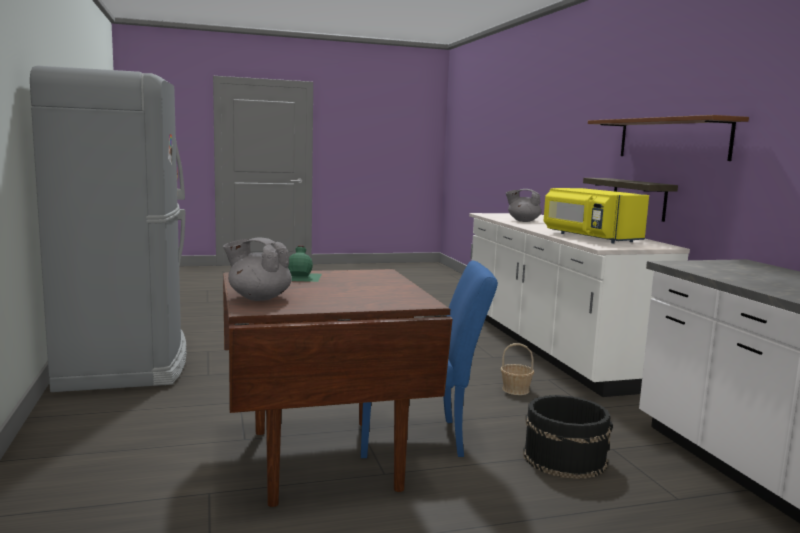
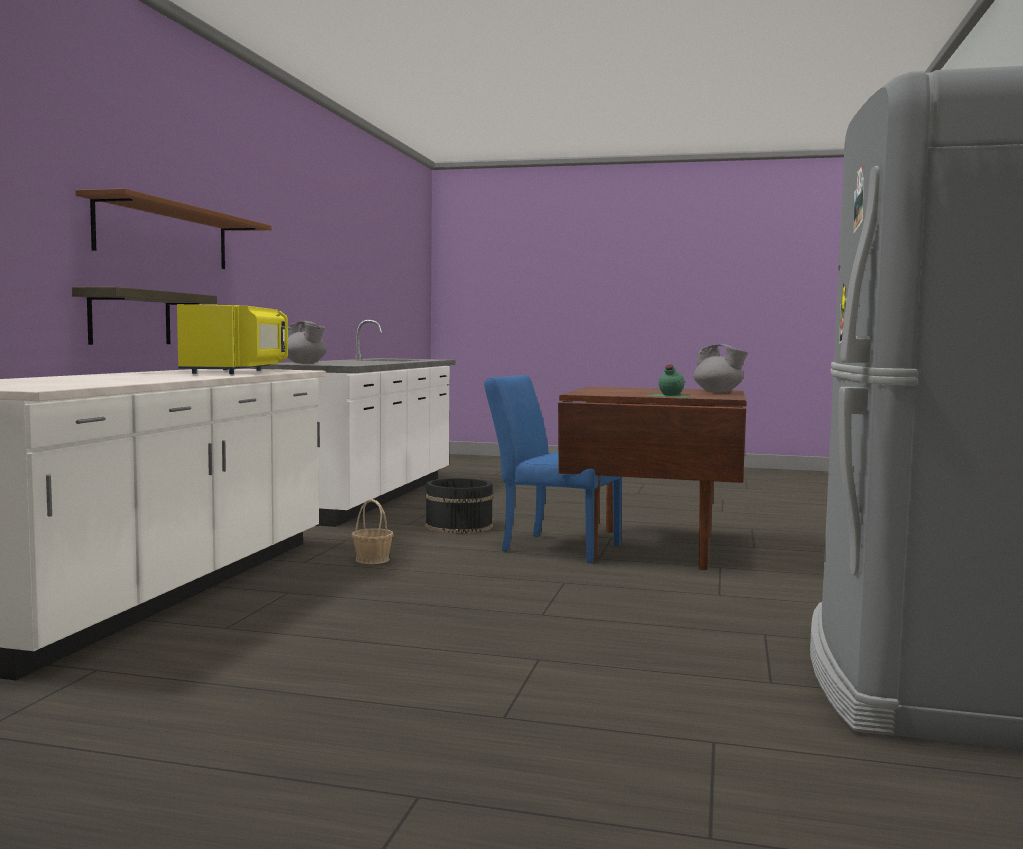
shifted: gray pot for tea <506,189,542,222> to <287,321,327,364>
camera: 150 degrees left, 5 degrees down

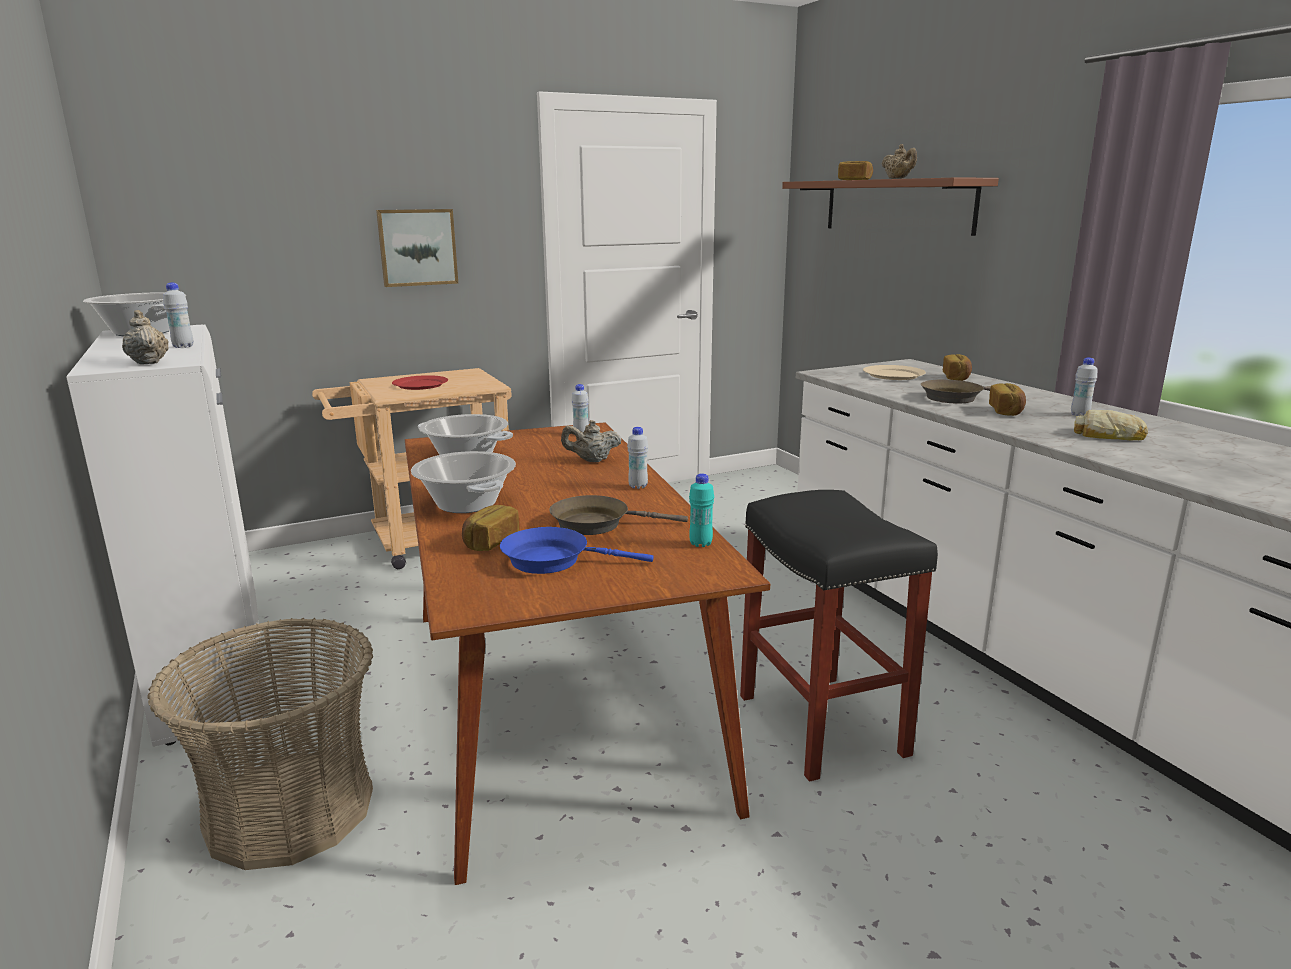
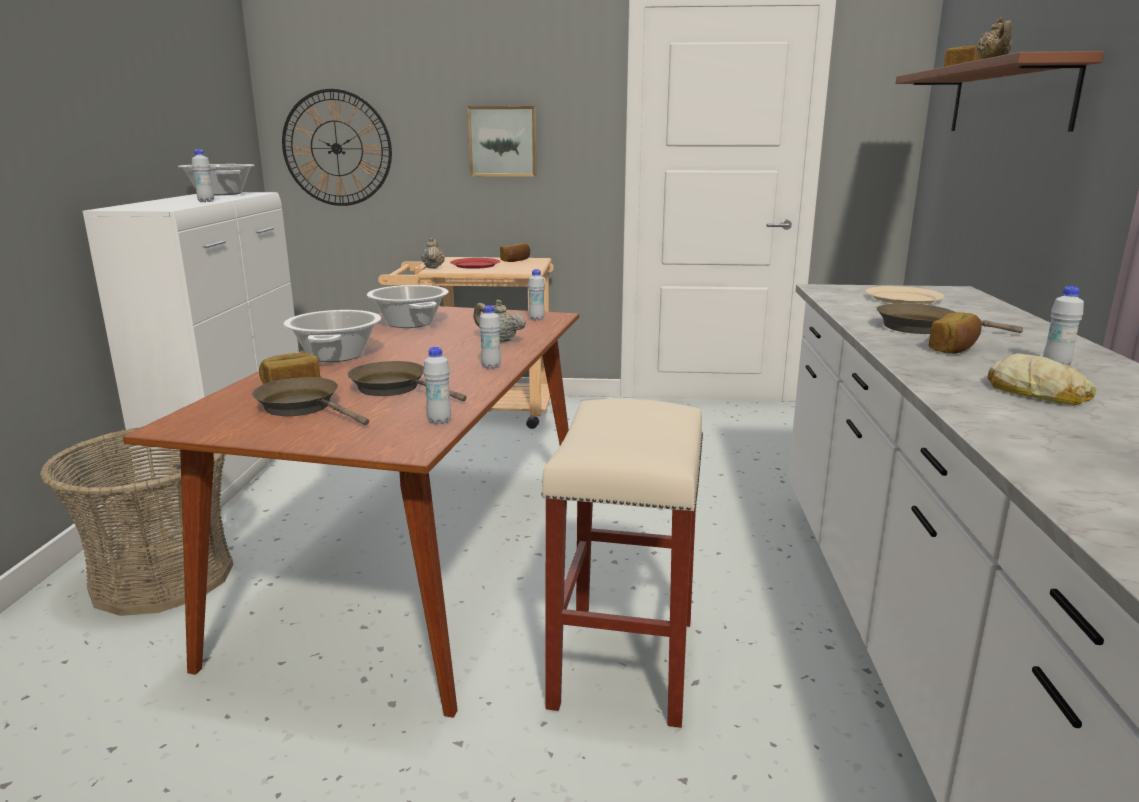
new: wall clock <282,89,392,206>
shifted: beige pot for tea <122,310,169,364> to <421,237,445,269>; bread <943,354,972,381> to <500,243,530,262>
repainted: blue pan <500,527,654,574> to brownish pan <252,377,369,425>; blue-green drink bottle <689,473,714,547> to white-coloured drink bottle <423,347,451,424>; black stool seat <740,490,938,782> to beige stool seat <541,399,703,728>
camera: 30 degrees right, 0 degrees up

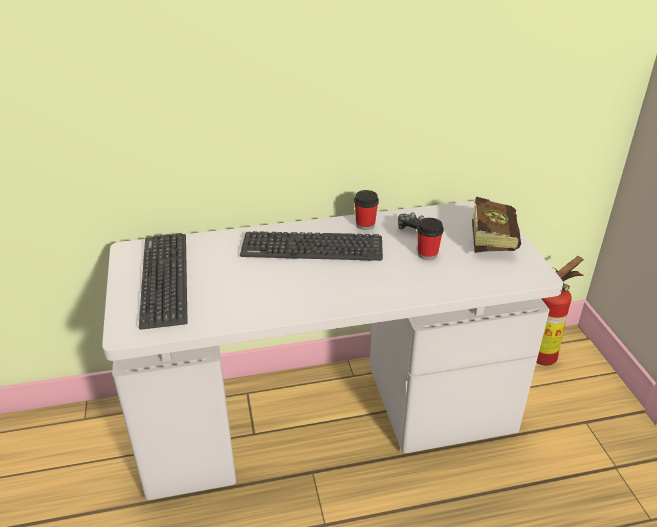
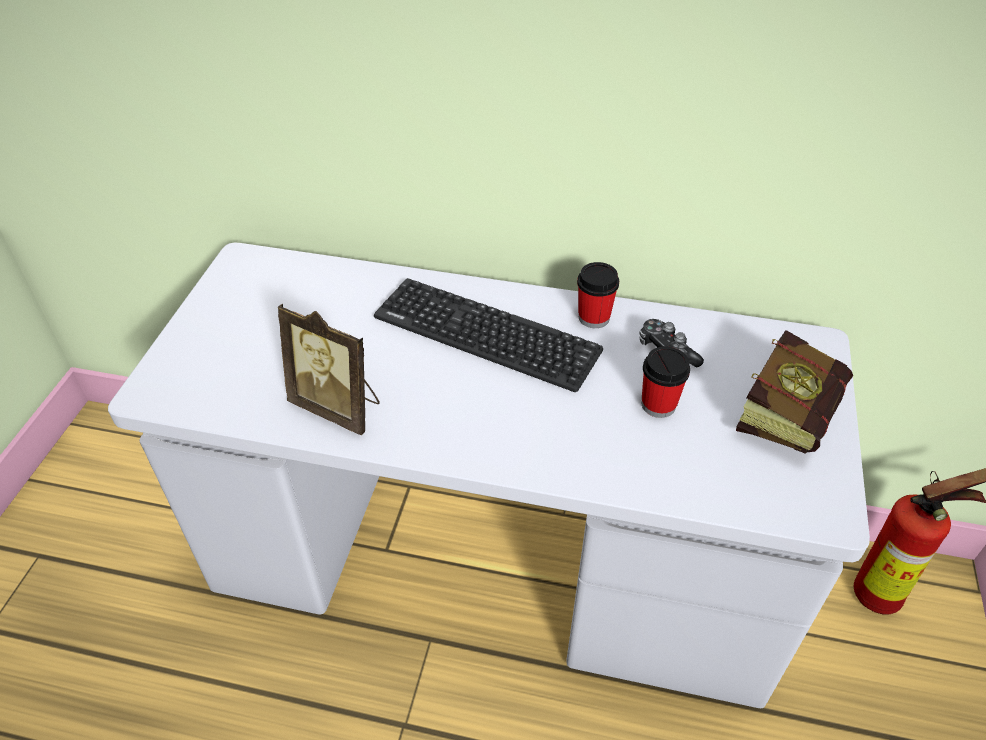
gone: PC keyboard <139,233,188,330>
new: standing frame <278,304,380,435>
camera: 25 degrees right, 10 degrees up

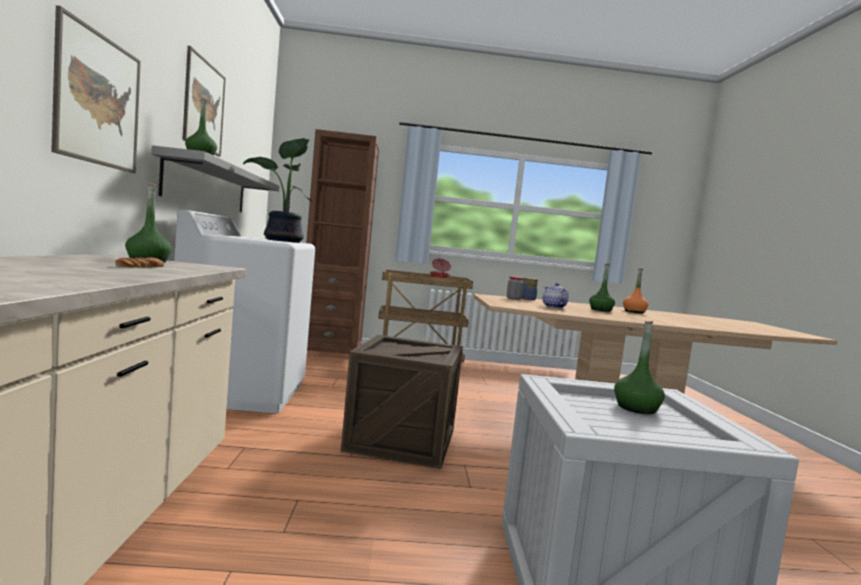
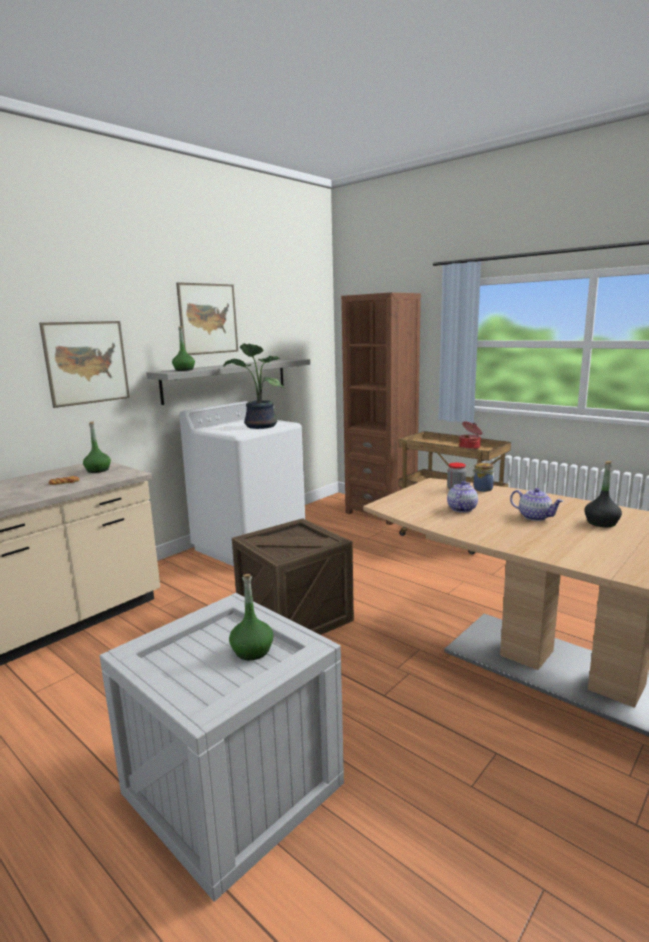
swapped: green drink bottle <589,264,615,312> to pot for tea <510,488,563,521>
repainted: orange-coloured drink bottle <623,267,649,314> to black drink bottle <584,461,622,527>
camera: 45 degrees right, 10 degrees up

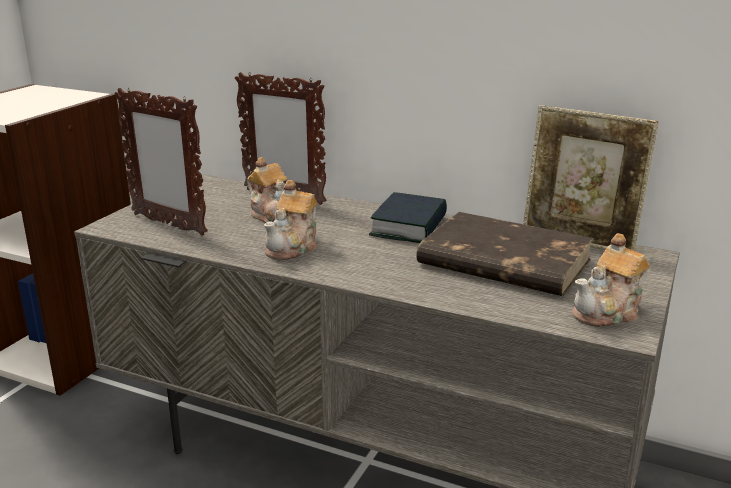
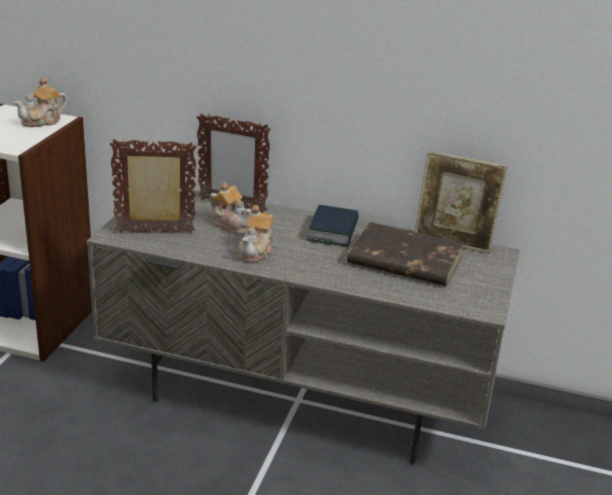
shifted: pot for tea <572,233,650,327> to <14,77,67,127>
rotated: standing frame <115,88,208,236> = <110,139,197,234> 150 degrees clockwise
camera: 10 degrees left, 5 degrees up

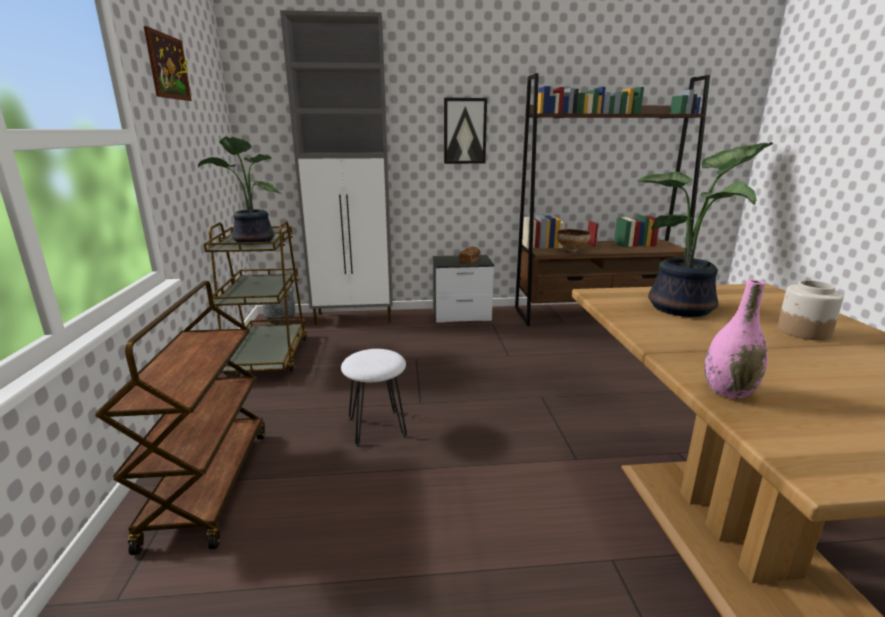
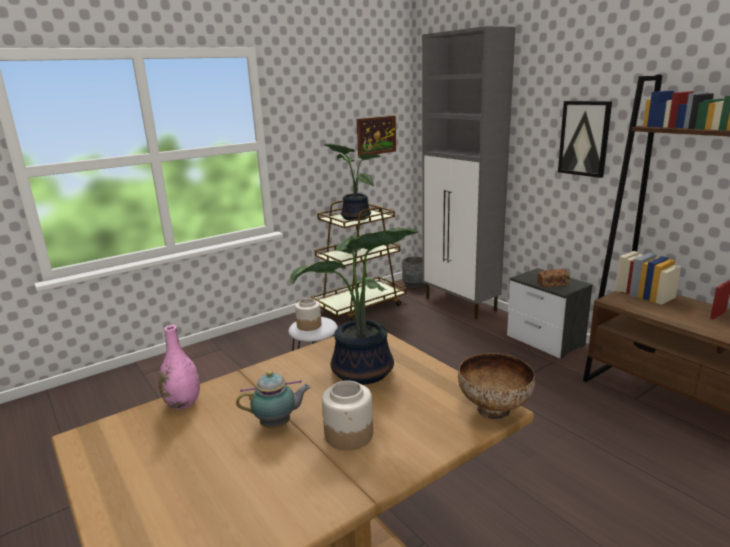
gone: brownish cart <95,281,265,555>
new: pot for tea <236,370,311,428>; preserve jar <295,298,321,331>
shifted: wall art <144,26,192,101> to <357,116,396,157>; bowl <557,229,591,254> to <458,353,535,419>
camera: 60 degrees right, 0 degrees up

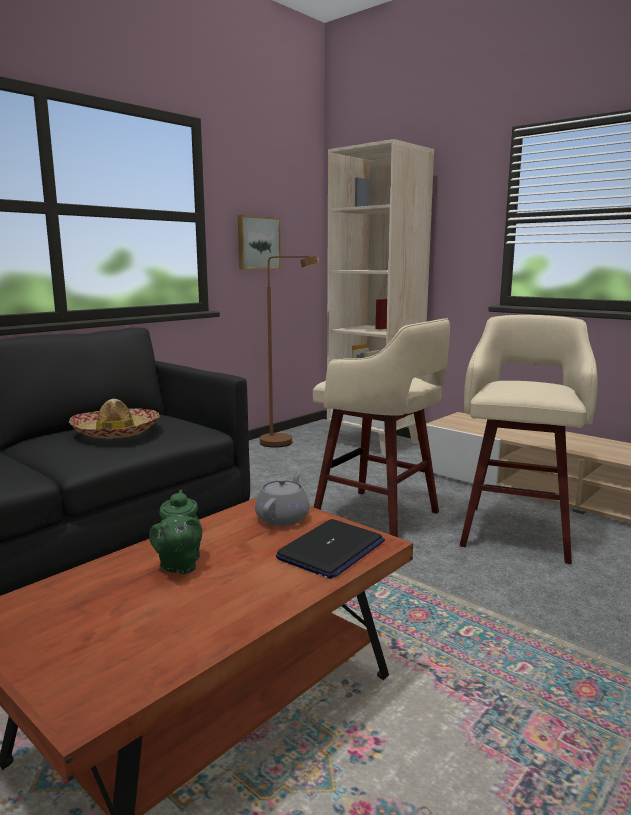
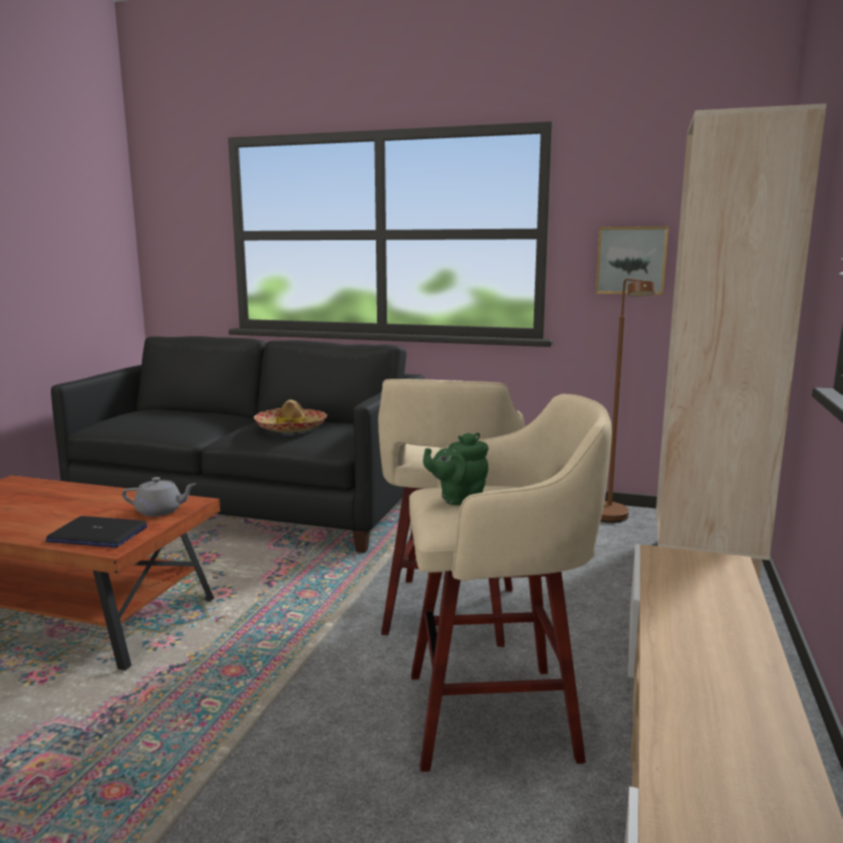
shifted: green pot for tea <149,490,202,574> to <423,433,488,505>
camera: 65 degrees right, 0 degrees up

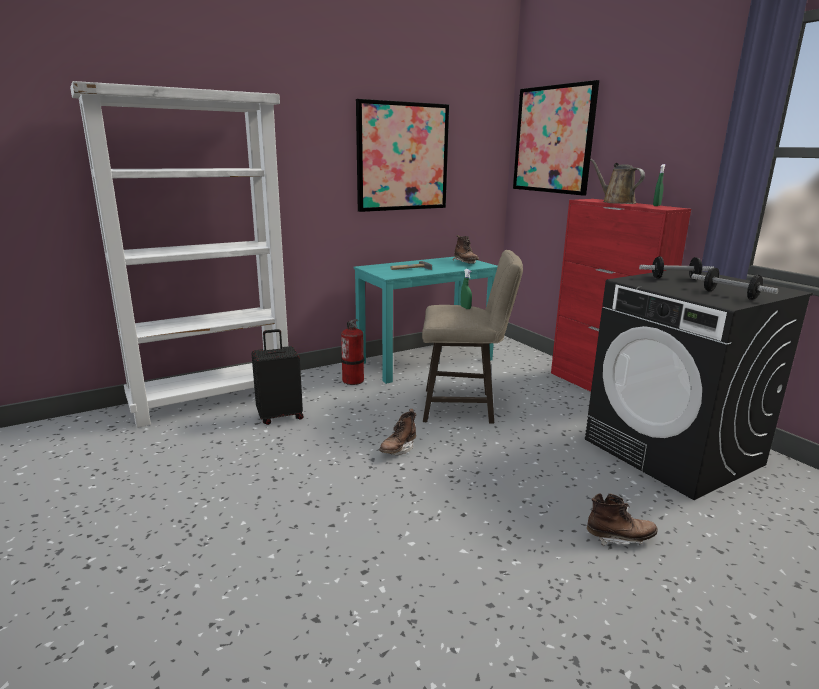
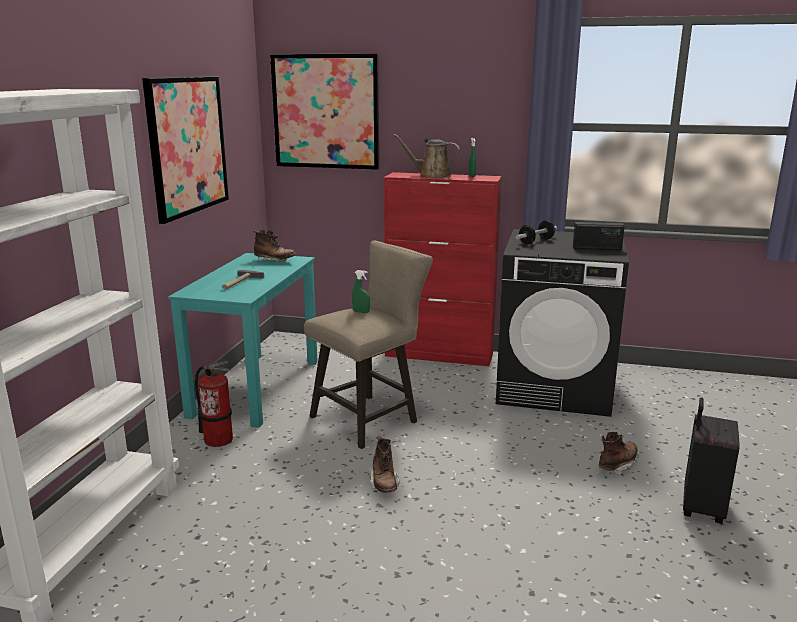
shifted: black piece of luggage <252,329,304,425> to <683,398,740,524>
swapped: dumbbell <692,268,779,300> to radio <573,222,625,250>
camera: 45 degrees left, 0 degrees up

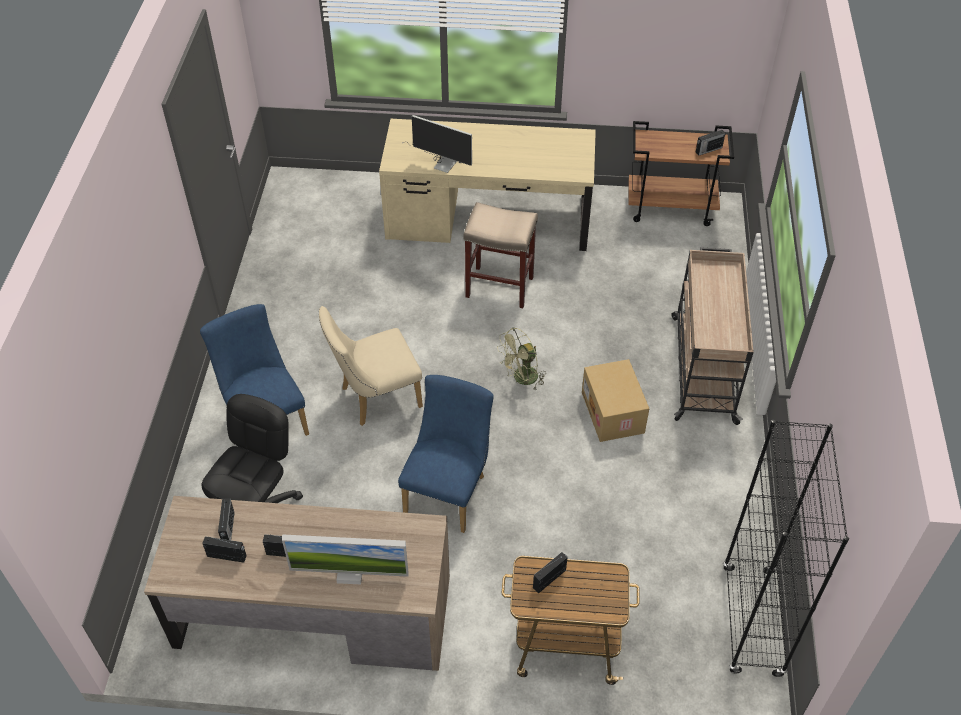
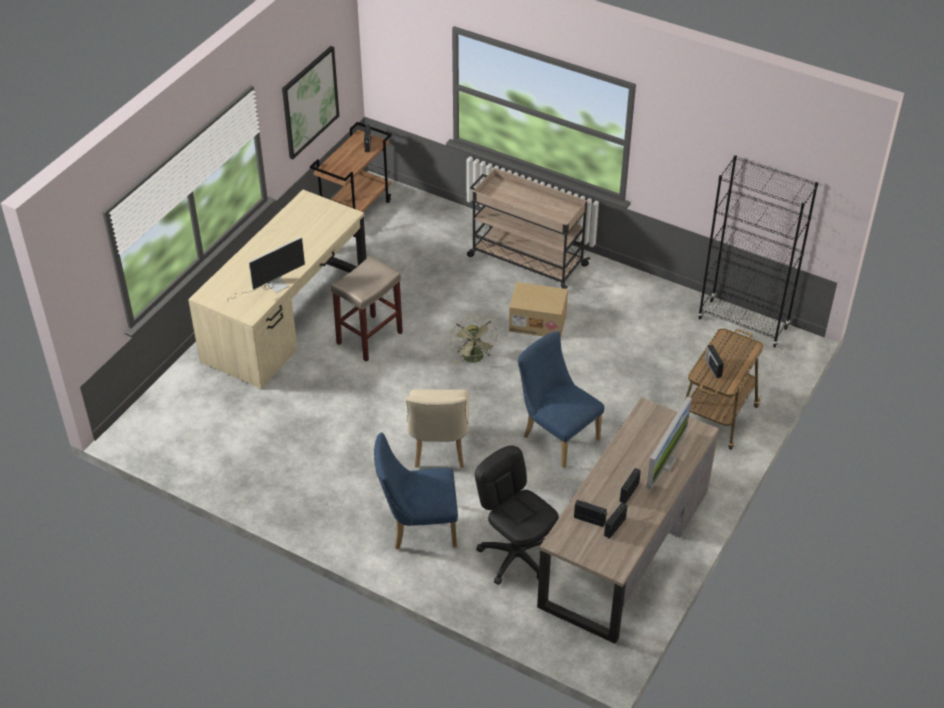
new: wall art <282,46,339,159>
camera: 65 degrees left, 5 degrees down

